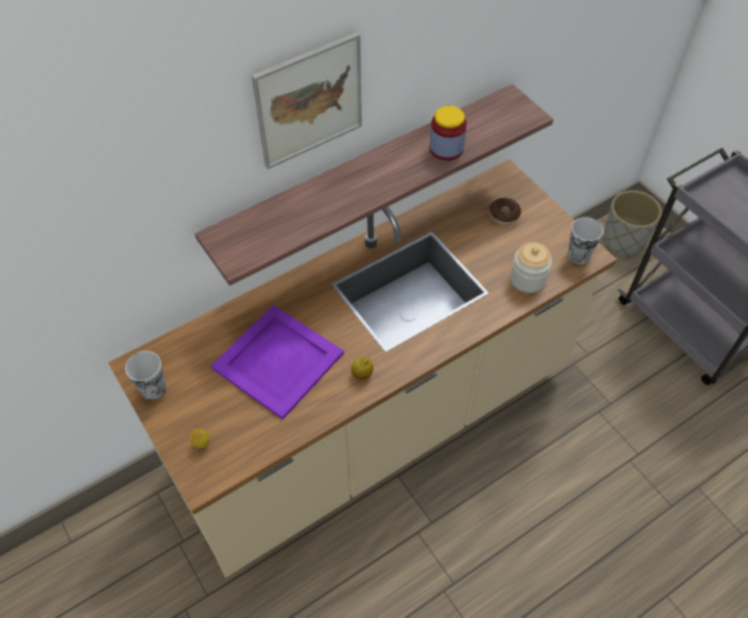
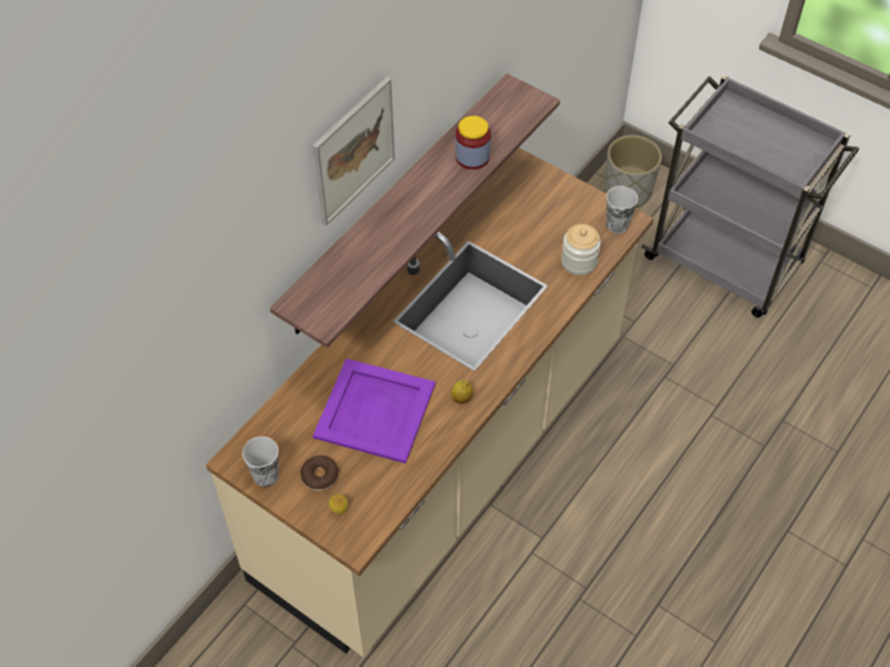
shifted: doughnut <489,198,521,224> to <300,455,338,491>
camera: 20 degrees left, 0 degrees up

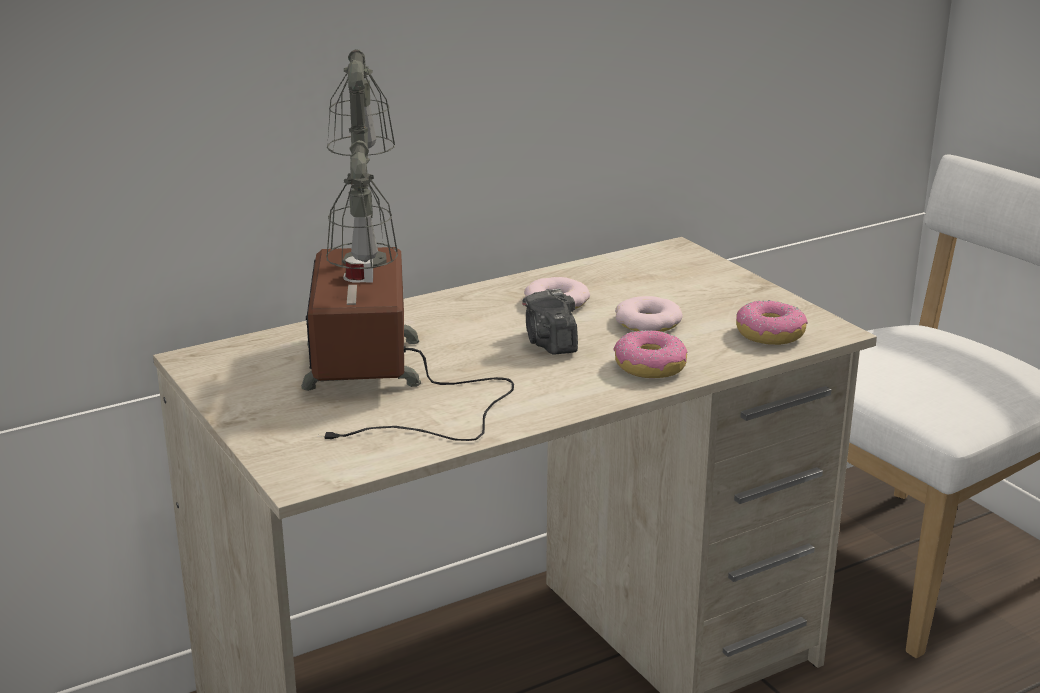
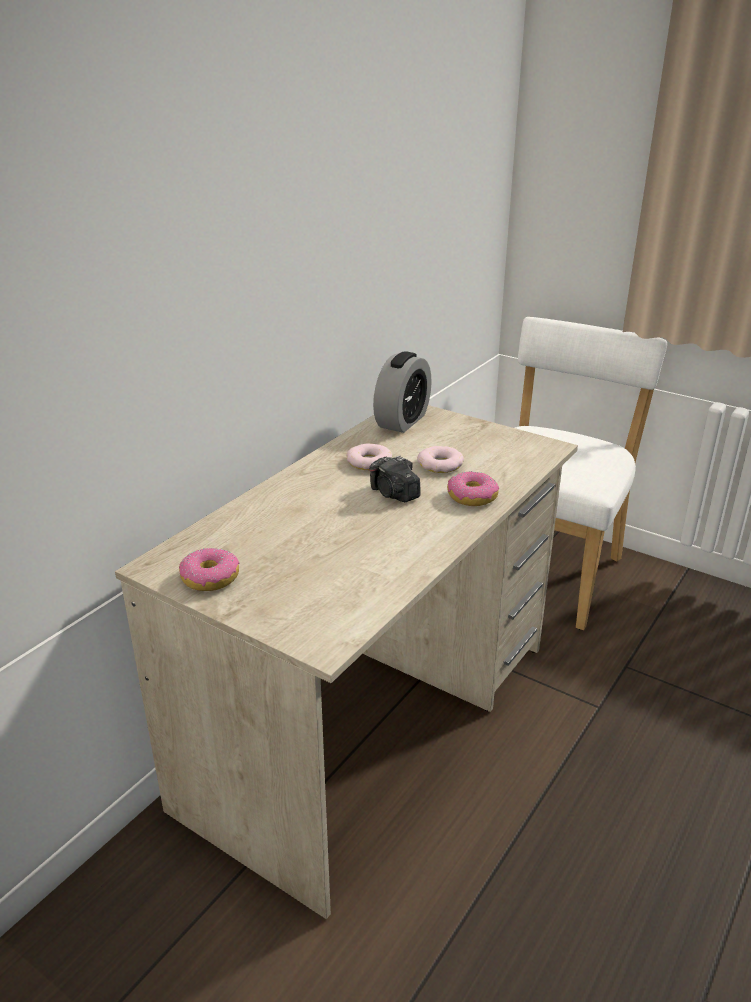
gone: table lamp <301,49,514,441>
new: table clock <373,351,432,433>
shifted: doughnut <736,300,808,345> to <179,548,240,591>
camera: 25 degrees left, 5 degrees up

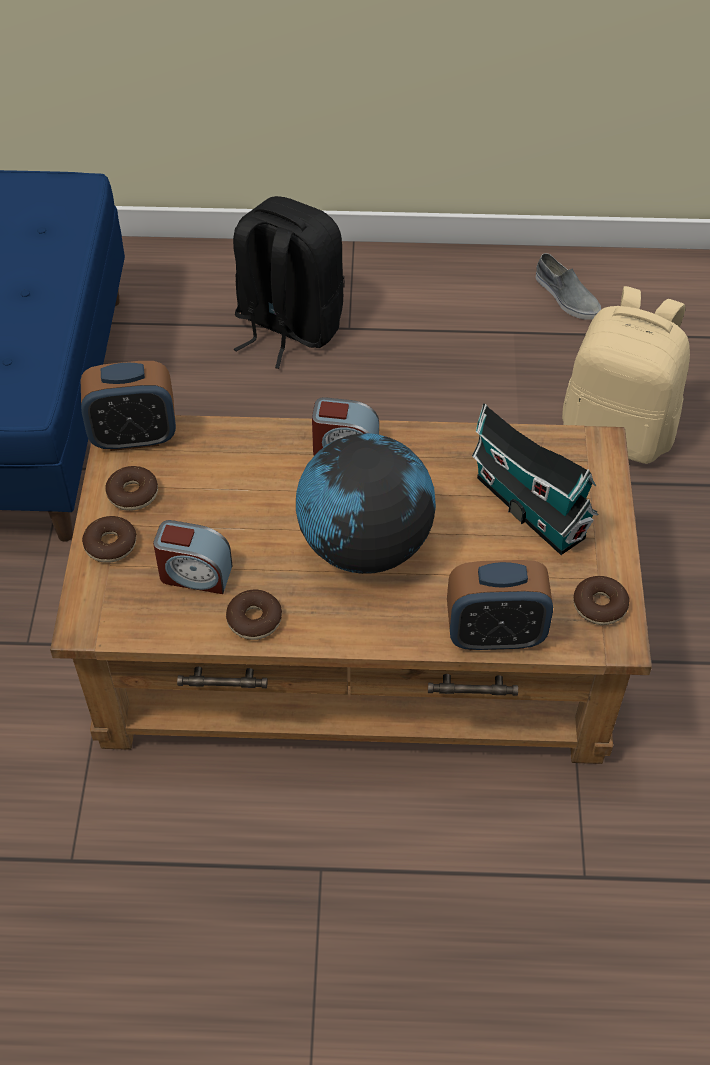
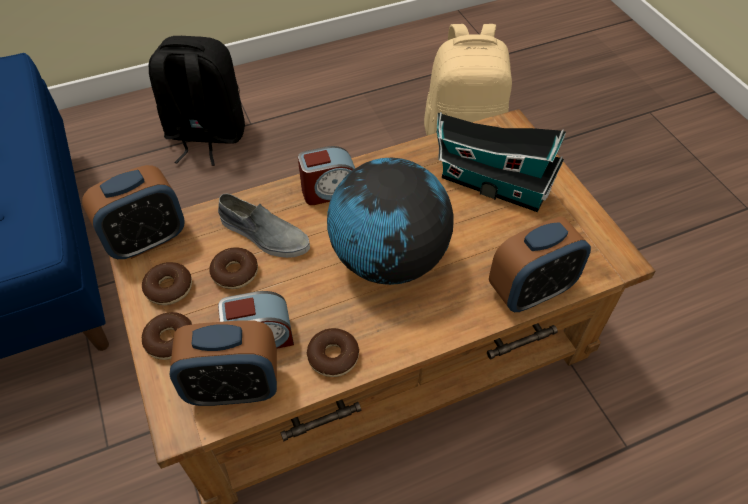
new: table clock <169,320,277,406>
shifted: gray shoe <536,253,601,320> to <218,194,310,258>; doughnut <574,576,629,625> to <209,247,258,289>
camera: 25 degrees left, 0 degrees up

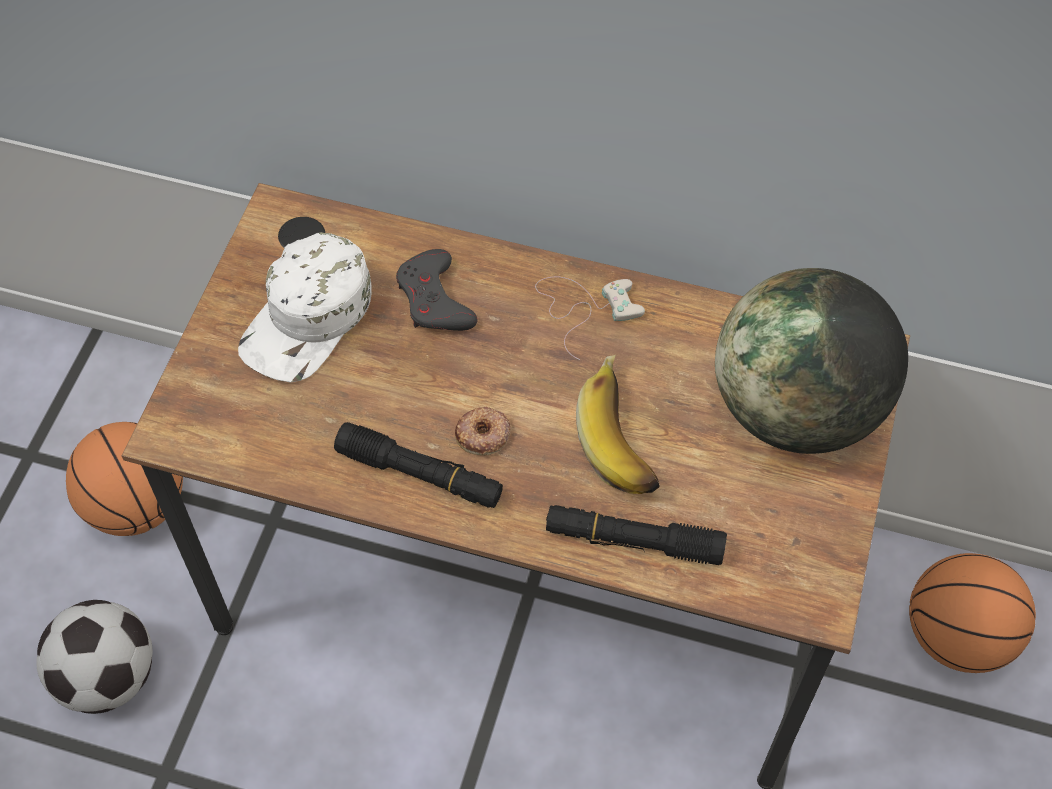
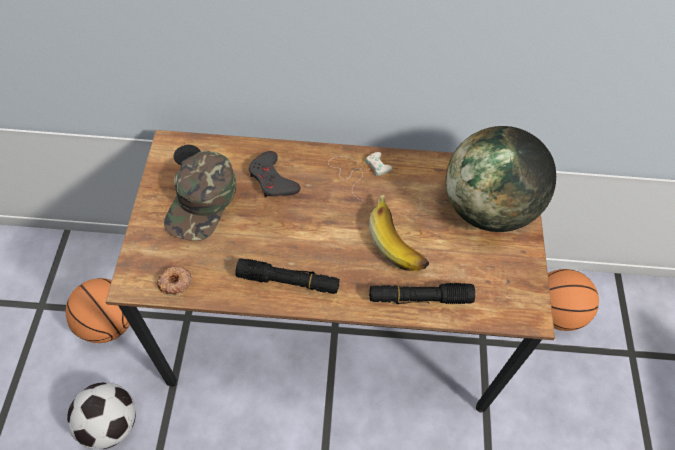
shifted: doughnut <455,407,511,455> to <157,266,191,296>
repainted: white-coloured cap <238,232,372,383> to green cap <164,151,236,241>
camera: 15 degrees left, 0 degrees up

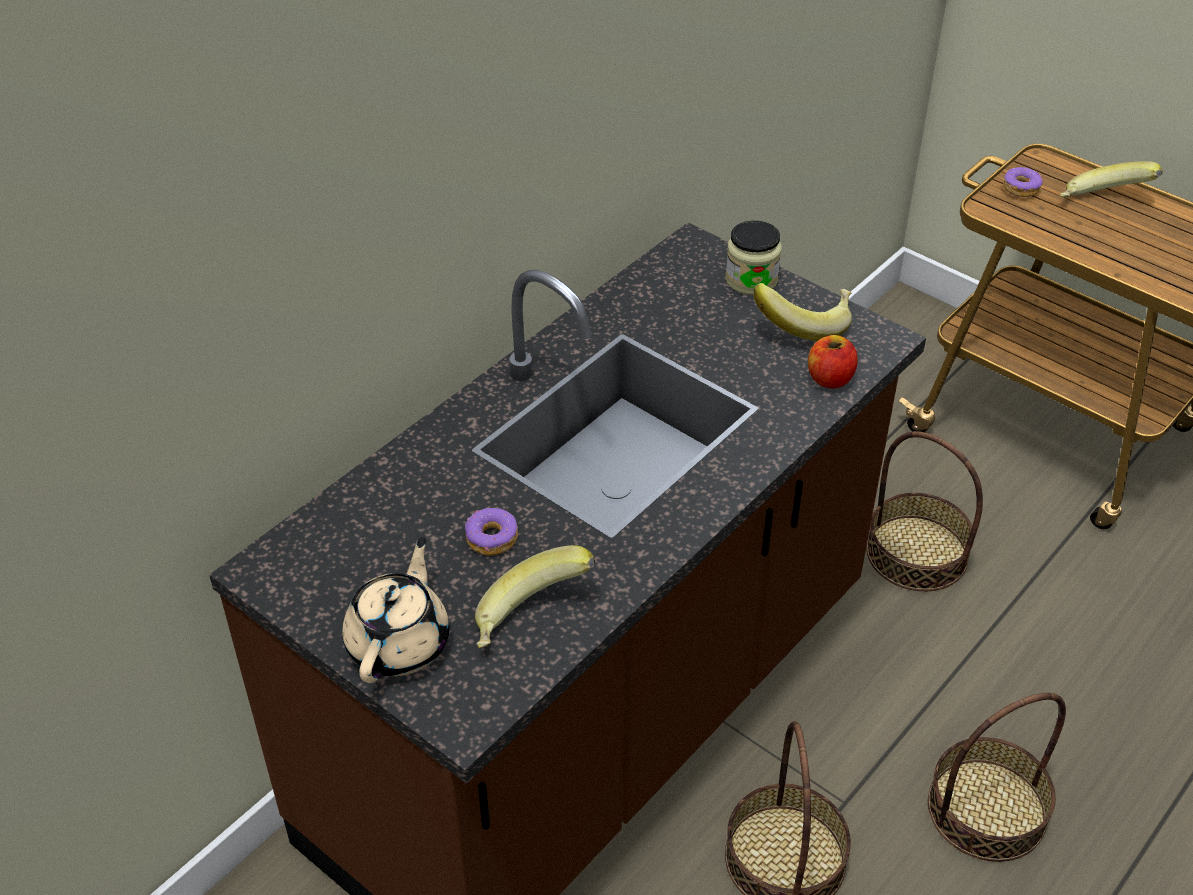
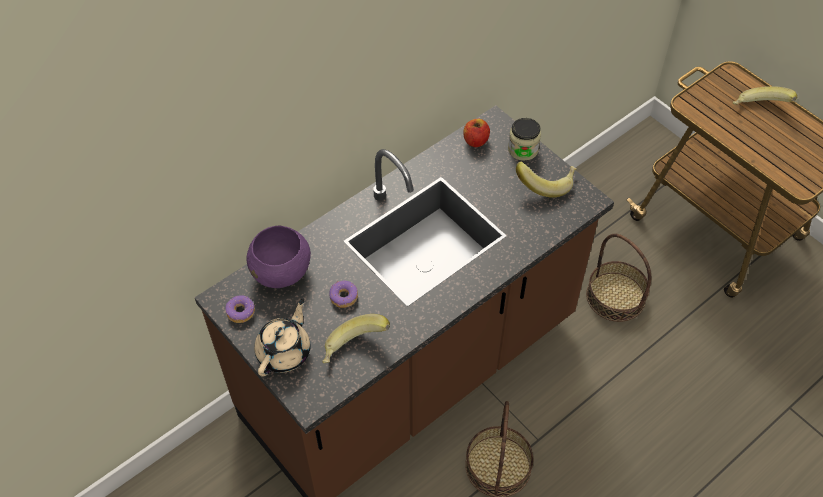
gone: household basket <928,693,1066,862>
new: purple-coloured bowl <247,226,311,288>
shifted: apple fruit <808,335,858,388> to <463,119,490,147>; doughnut <1003,167,1043,197> to <225,295,255,323>
camera: 10 degrees right, 10 degrees up

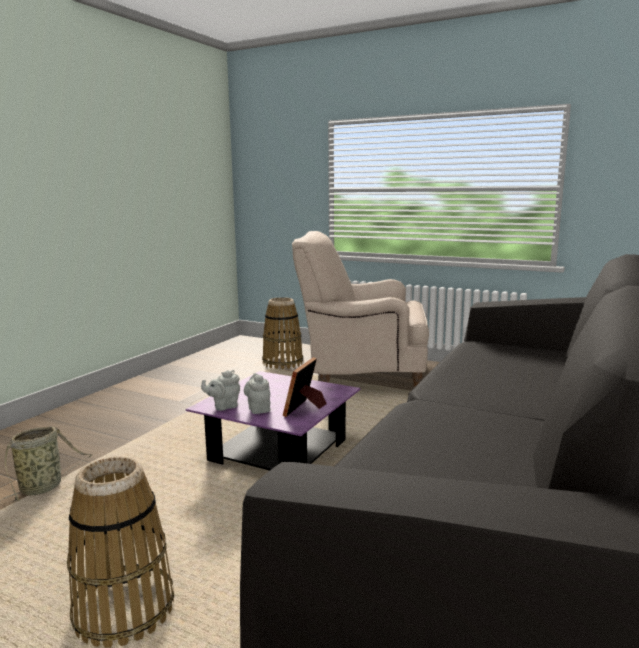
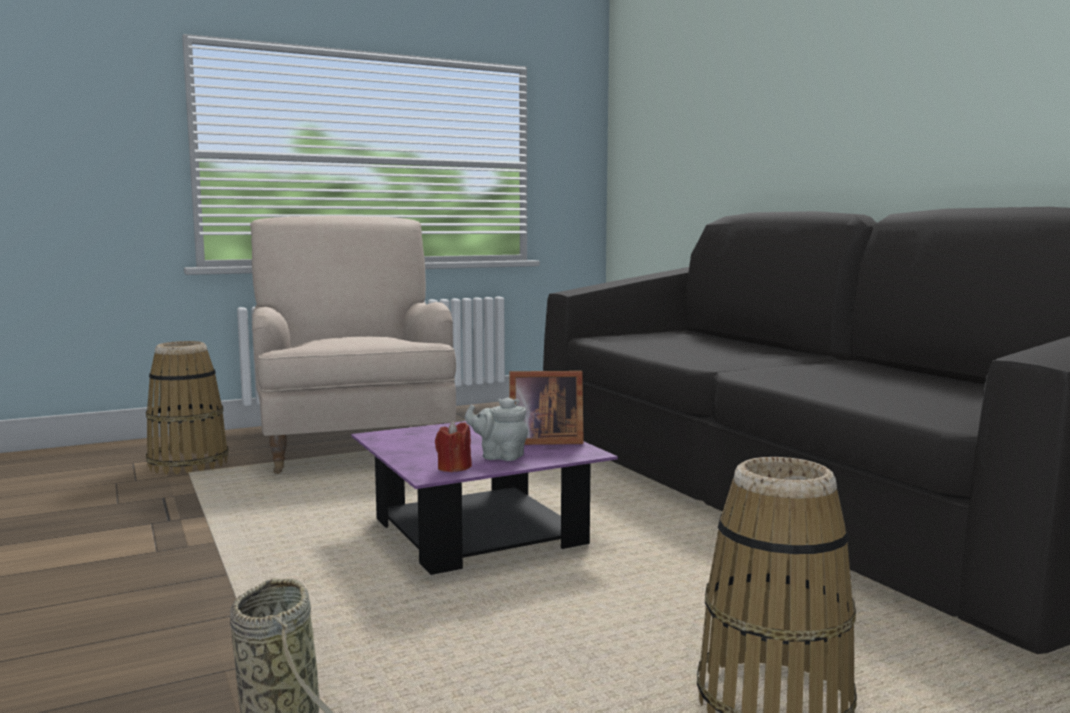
swapped: gray pot for tea <201,370,240,411> to red-coloured wax candle <435,421,472,472>
rotated: standing frame <283,357,327,417> = <509,371,584,445> 60 degrees counterclockwise; beige lounge chair <292,231,429,388> = <250,216,456,474> 120 degrees clockwise
camera: 55 degrees left, 5 degrees down

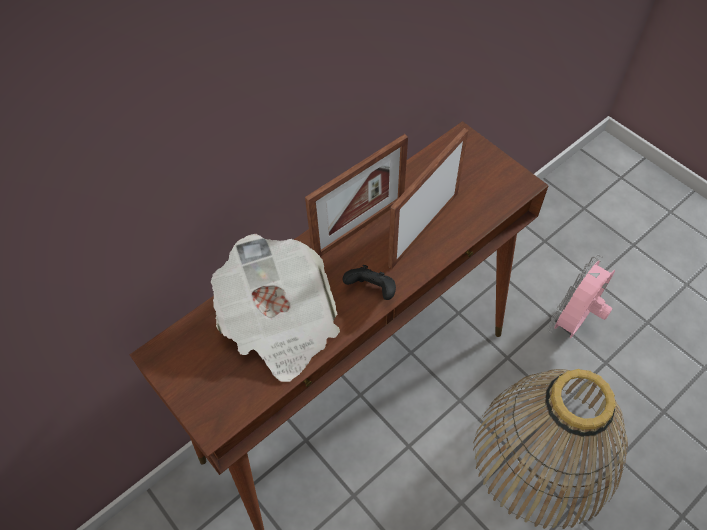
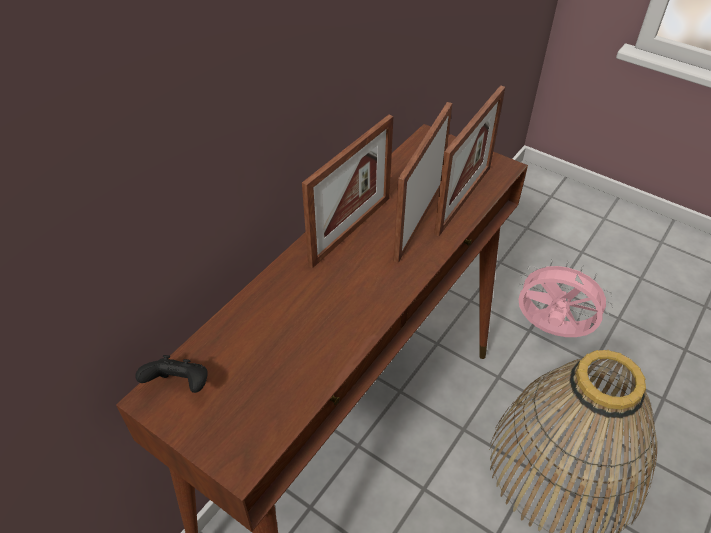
gone: daily paper <211,234,340,382>
new: standing frame <434,85,505,236>
shifted: black game controller <343,265,396,300> to <135,355,208,393>
rotated: pinkish fan <547,255,615,338> = <517,259,613,337> 90 degrees clockwise
camera: 15 degrees left, 10 degrees down

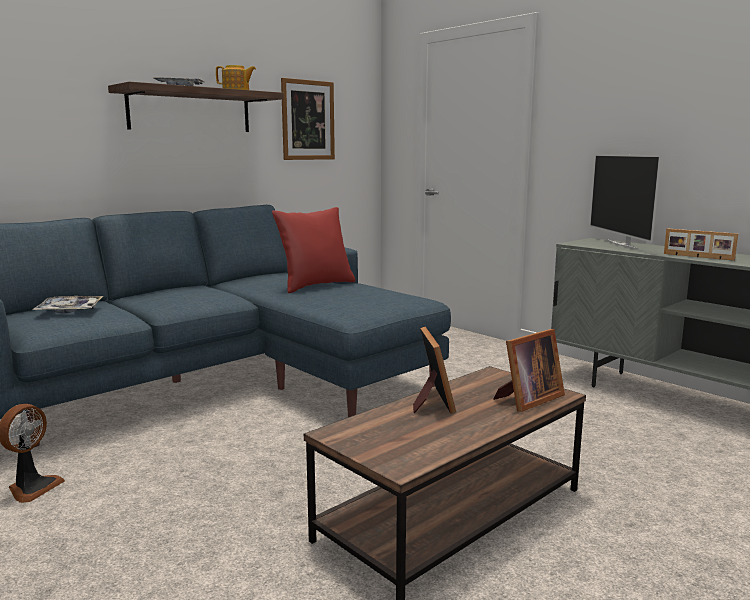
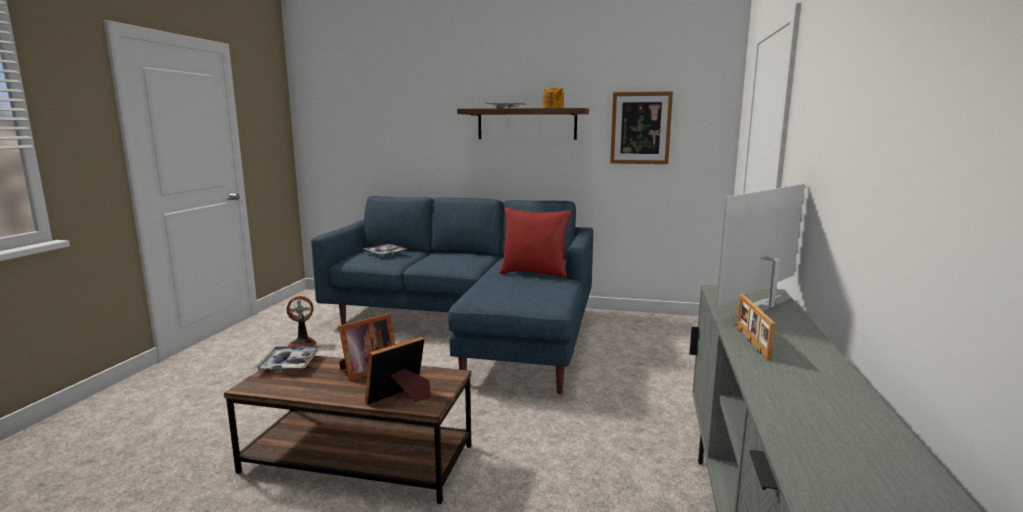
new: carrying tray <254,345,323,372>
rotated: standing frame <493,329,565,412> = <365,336,431,405> 120 degrees clockwise
camera: 55 degrees right, 0 degrees up

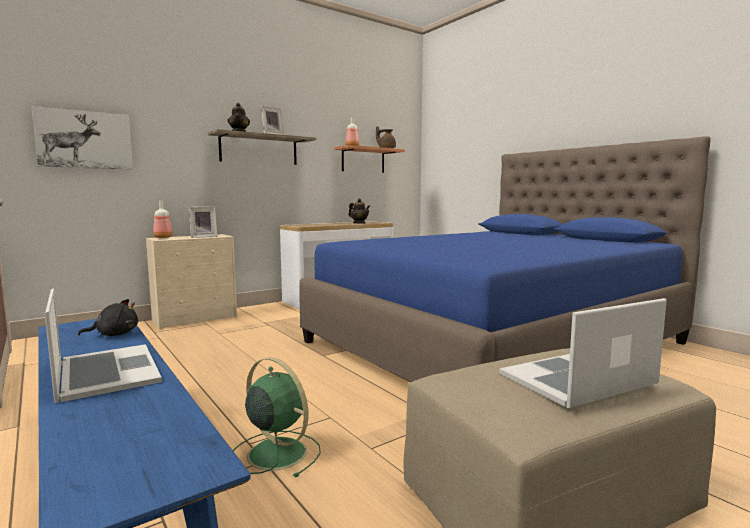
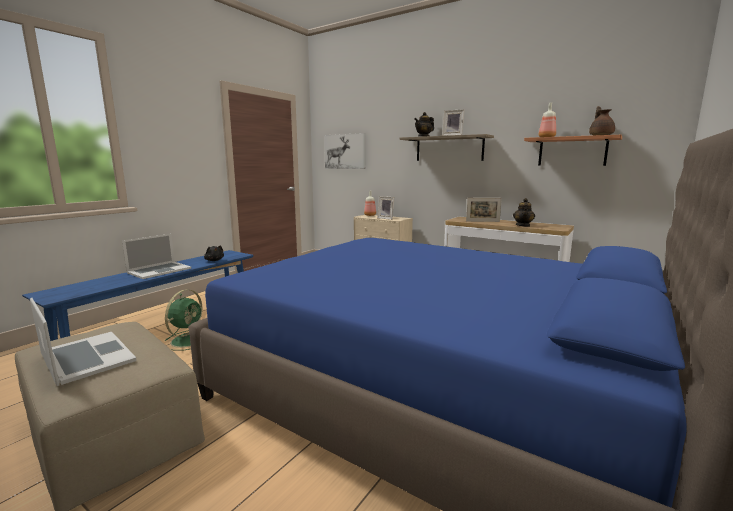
new: standing frame <466,198,502,222>
camera: 70 degrees right, 5 degrees up

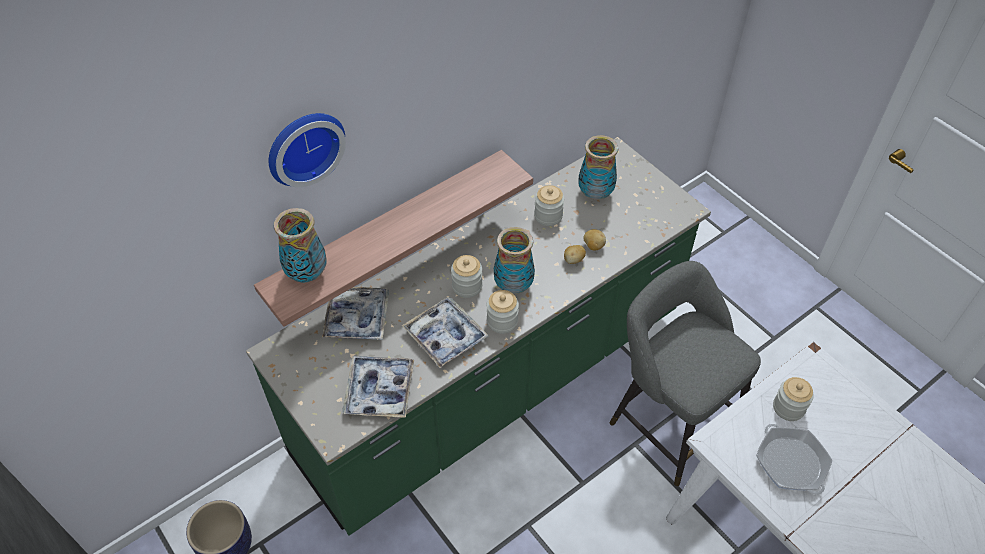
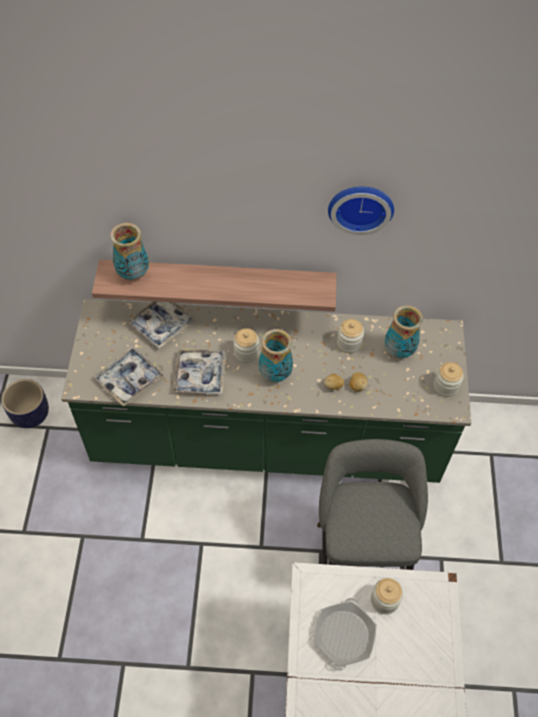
shifted: wall clock <269,113,346,187> to <328,187,394,235>; preserve jar <487,290,519,334> to <434,362,464,397>
camera: 40 degrees right, 5 degrees up

